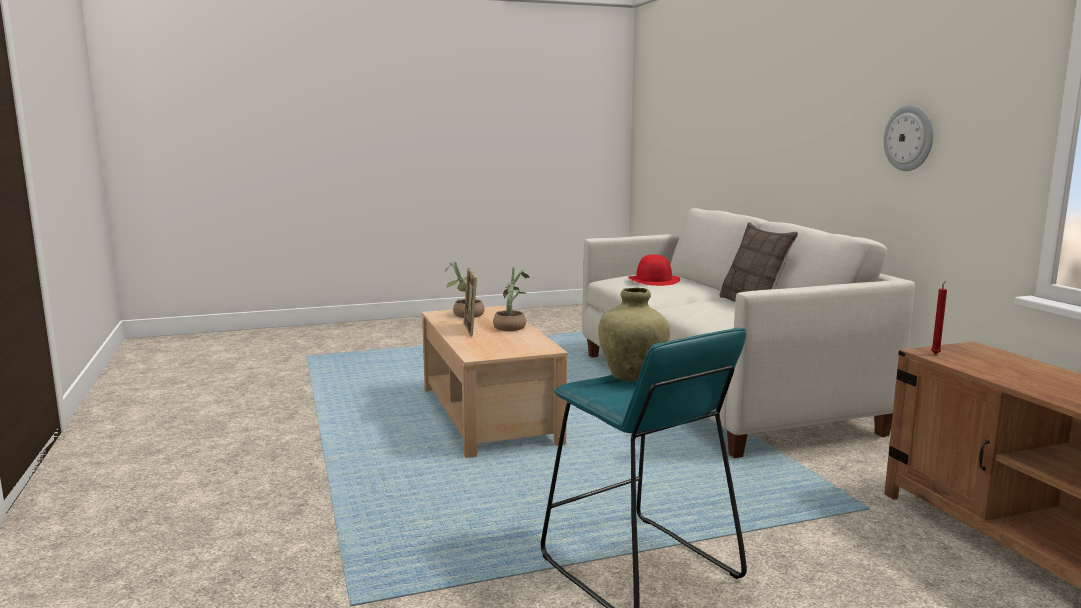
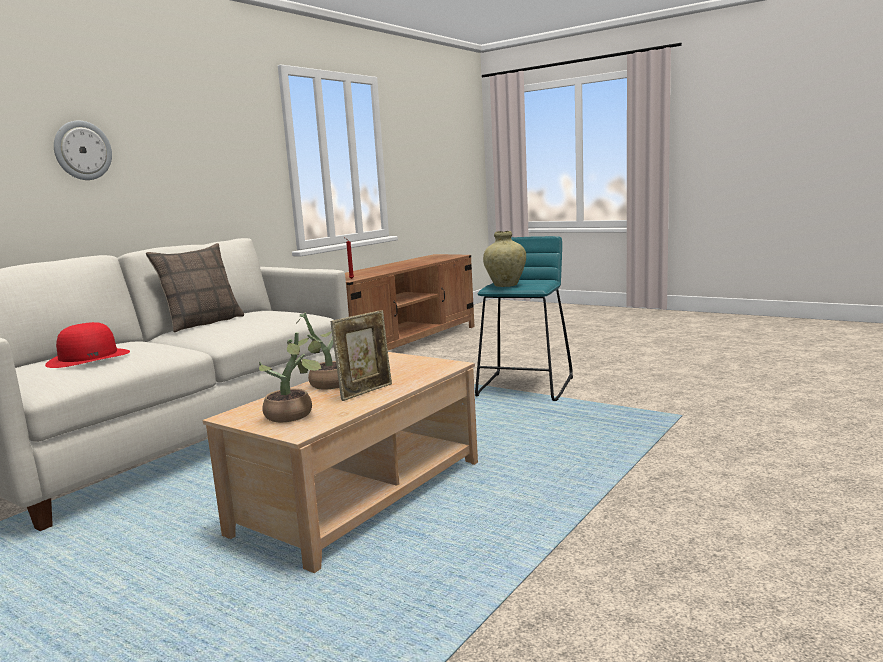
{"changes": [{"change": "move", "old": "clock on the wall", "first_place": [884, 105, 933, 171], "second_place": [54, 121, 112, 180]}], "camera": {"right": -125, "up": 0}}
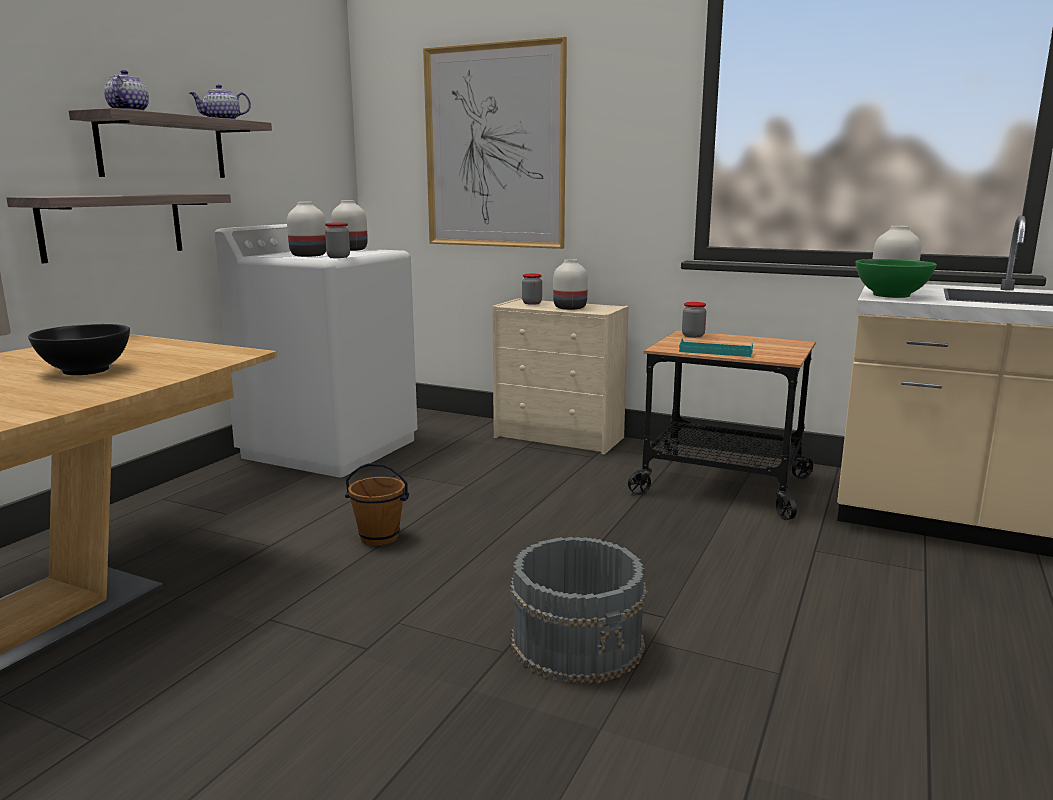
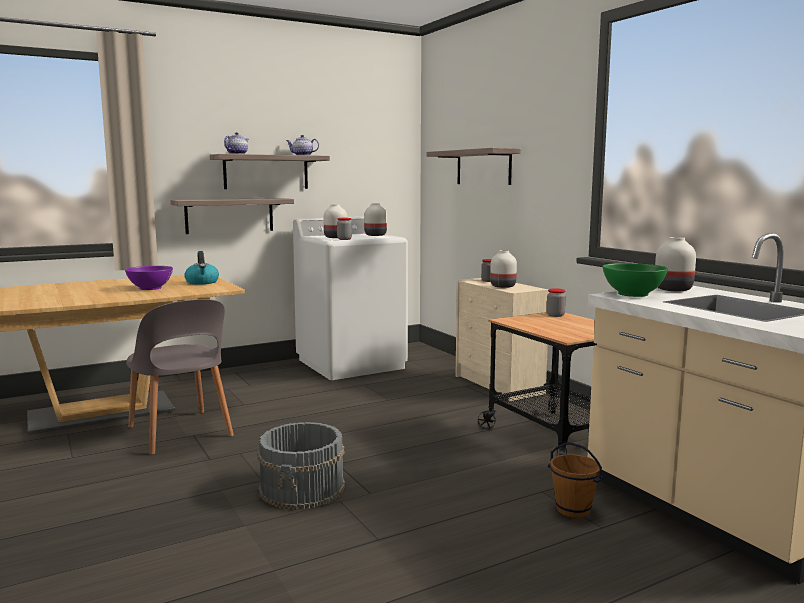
{"changes": [{"change": "recolor", "old": "black bowl", "new": "purplish bowl", "first_place": [28, 324, 130, 375], "second_place": [125, 266, 173, 290]}, {"change": "insert", "new": "greyish plain chair", "second_place": [126, 299, 234, 455]}, {"change": "insert", "new": "kettle", "second_place": [184, 251, 219, 284]}, {"change": "replace", "old": "wall picture", "new": "bracket shelf", "first_place": [423, 36, 567, 249], "second_place": [427, 148, 521, 185]}, {"change": "move", "old": "brown-coloured pail", "first_place": [345, 463, 409, 546], "second_place": [548, 442, 604, 518]}, {"change": "delete", "old": "turquoise-coloured tray", "first_place": [679, 338, 753, 357]}], "camera": {"right": 35, "up": -5}}
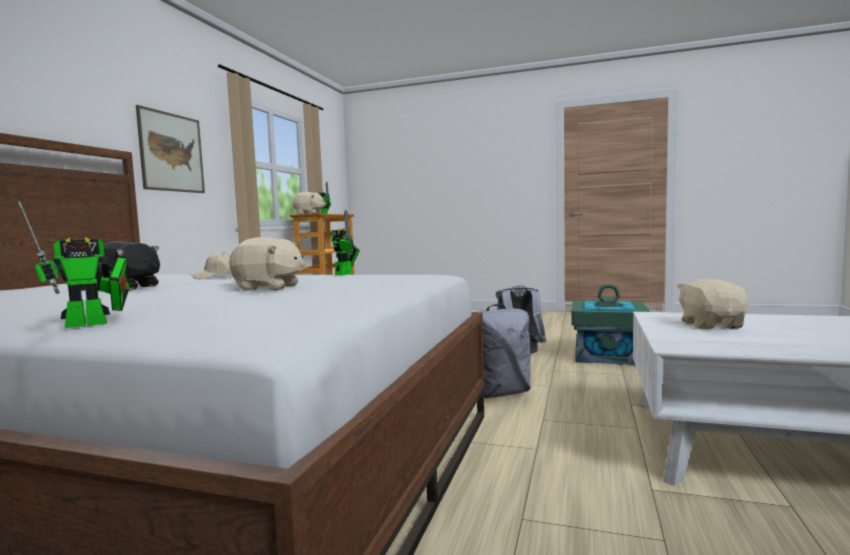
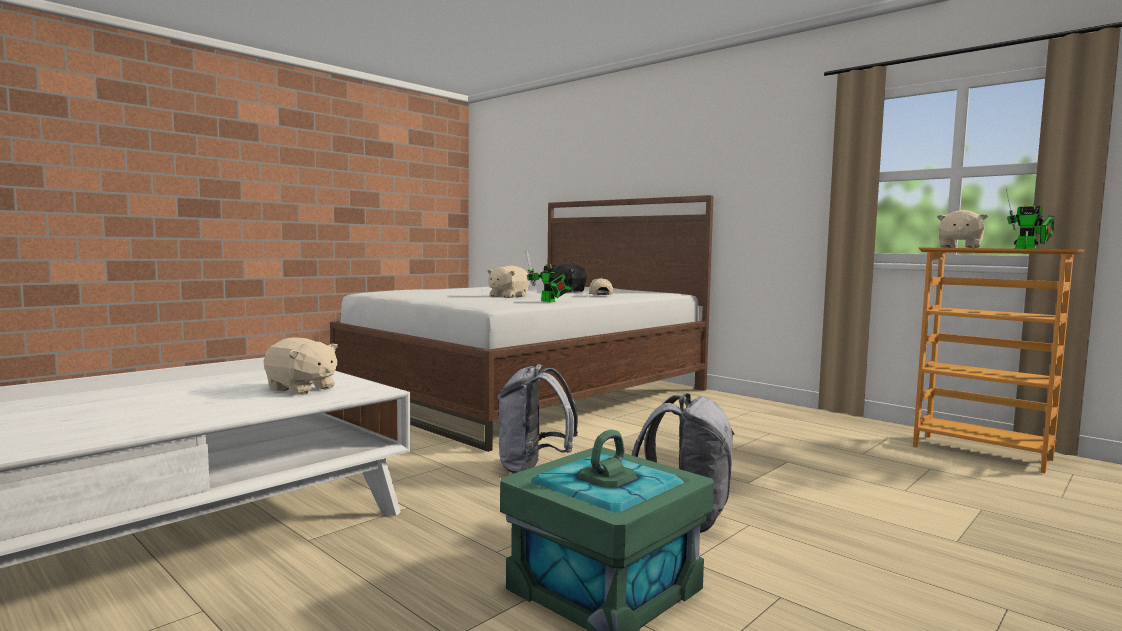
{"changes": [{"change": "delete", "old": "toy robot", "first_place": [18, 201, 130, 328]}, {"change": "delete", "old": "wall picture", "first_place": [136, 105, 205, 193]}], "camera": {"right": 115, "up": 0}}
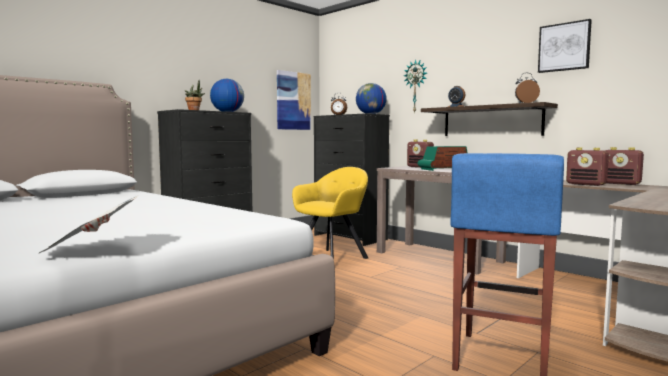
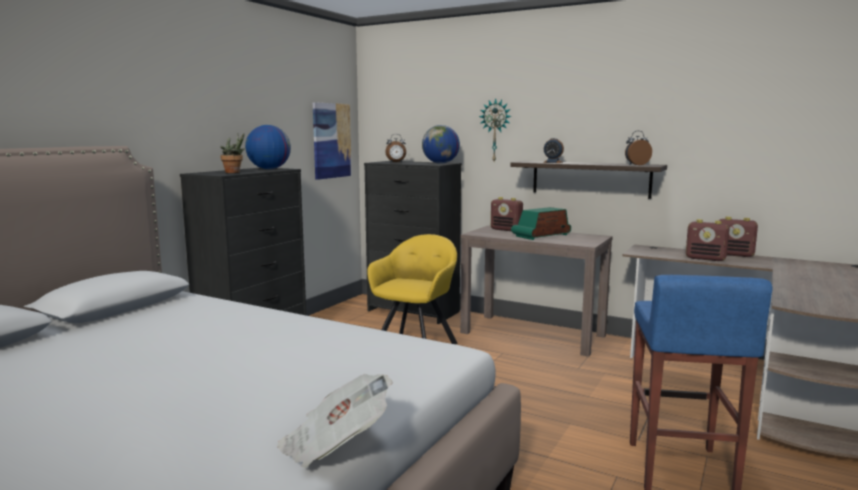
{"changes": [{"change": "delete", "old": "wall picture", "first_place": [538, 19, 592, 73]}], "camera": {"right": -15, "up": 5}}
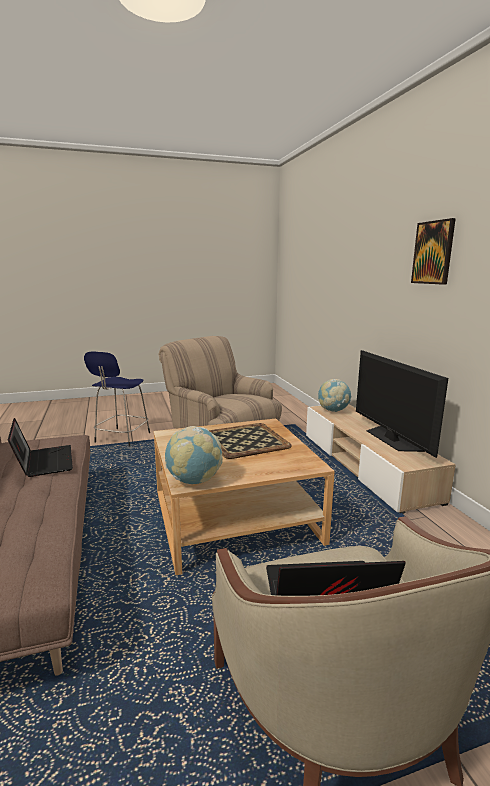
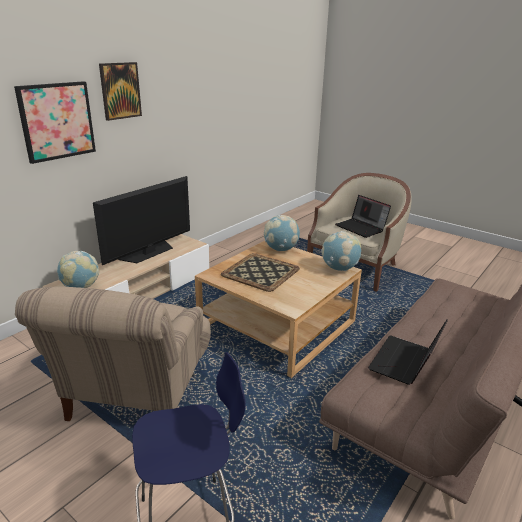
{"changes": [{"change": "insert", "new": "wall picture", "second_place": [14, 81, 96, 164]}, {"change": "insert", "new": "world globe", "second_place": [264, 215, 300, 251]}], "camera": {"right": -125, "up": 10}}
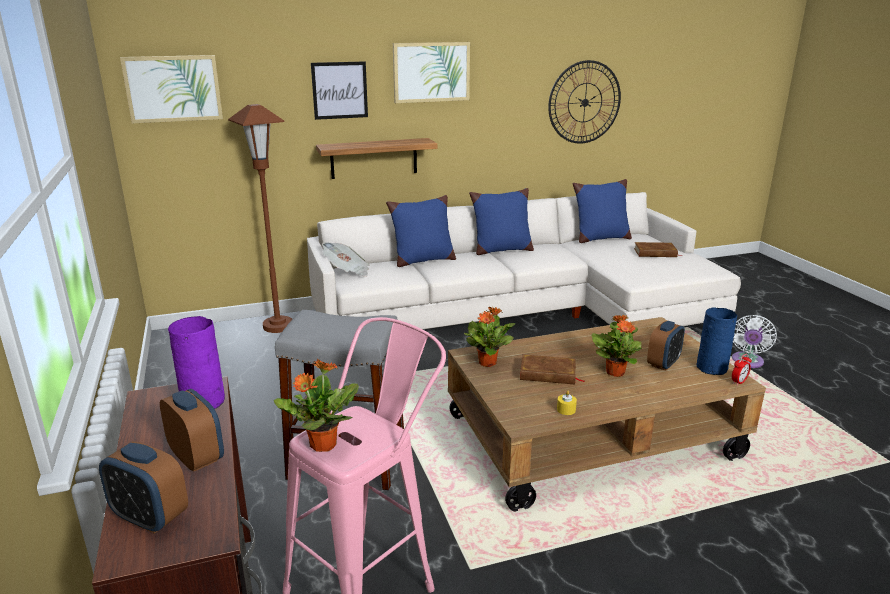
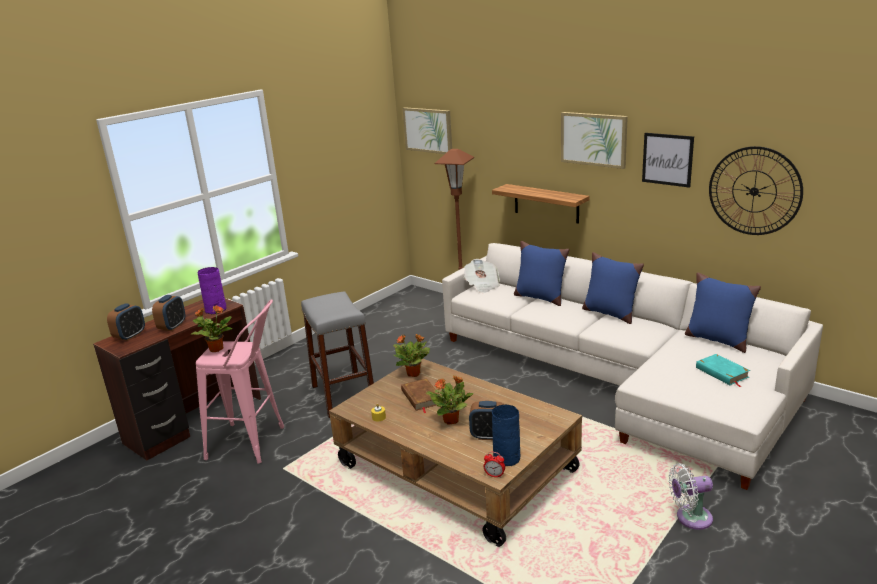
{"changes": [{"change": "rotate", "old": "alarm clock", "first_place": [99, 441, 188, 534], "second_place": [107, 303, 145, 341], "degrees": -150}, {"change": "move", "old": "wall picture", "first_place": [311, 61, 368, 120], "second_place": [642, 133, 694, 188]}, {"change": "recolor", "old": "brown-coloured volume", "new": "turquoise-coloured volume", "first_place": [634, 242, 682, 257], "second_place": [696, 354, 750, 387]}], "camera": {"right": 60, "up": 0}}
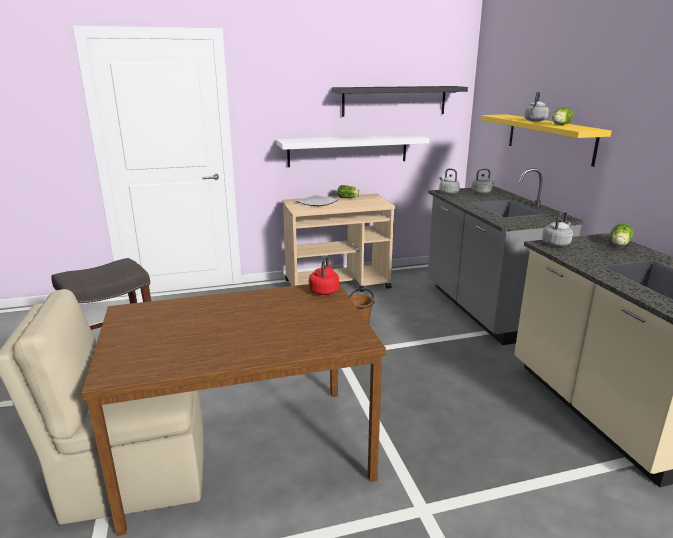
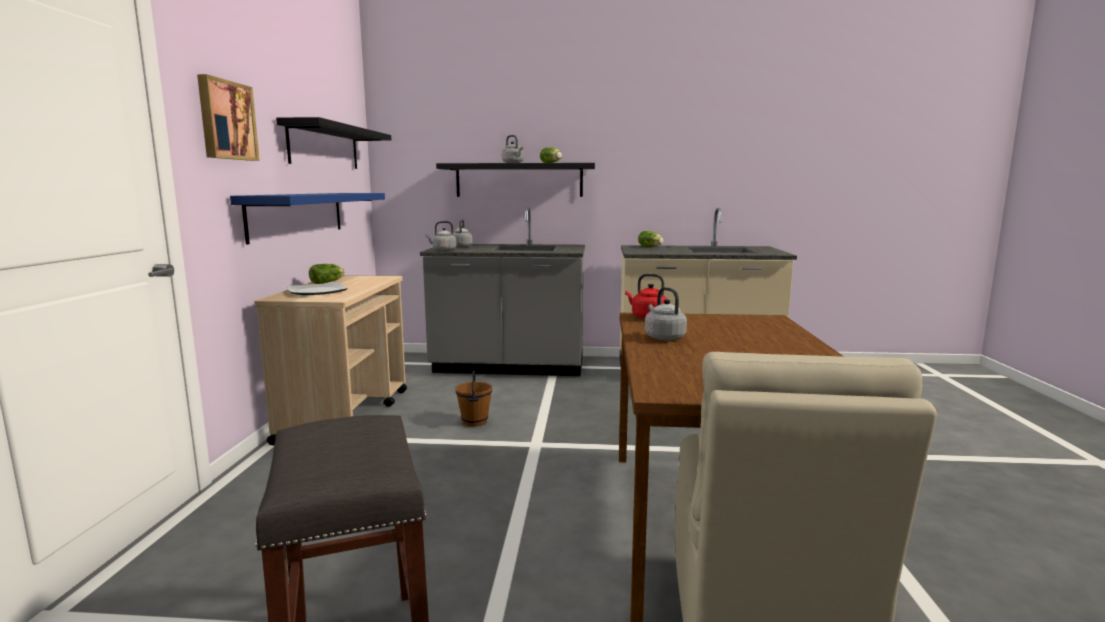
{"changes": [{"change": "insert", "new": "wall picture", "second_place": [197, 74, 260, 161]}, {"change": "recolor", "old": "white bracket shelf", "new": "blue bracket shelf", "first_place": [276, 134, 429, 167], "second_place": [230, 193, 385, 244]}, {"change": "recolor", "old": "yellowish bracket shelf", "new": "black bracket shelf", "first_place": [481, 114, 612, 167], "second_place": [436, 163, 595, 197]}, {"change": "move", "old": "greyish kettle", "first_place": [542, 211, 573, 246], "second_place": [645, 287, 687, 340]}], "camera": {"right": -70, "up": -10}}
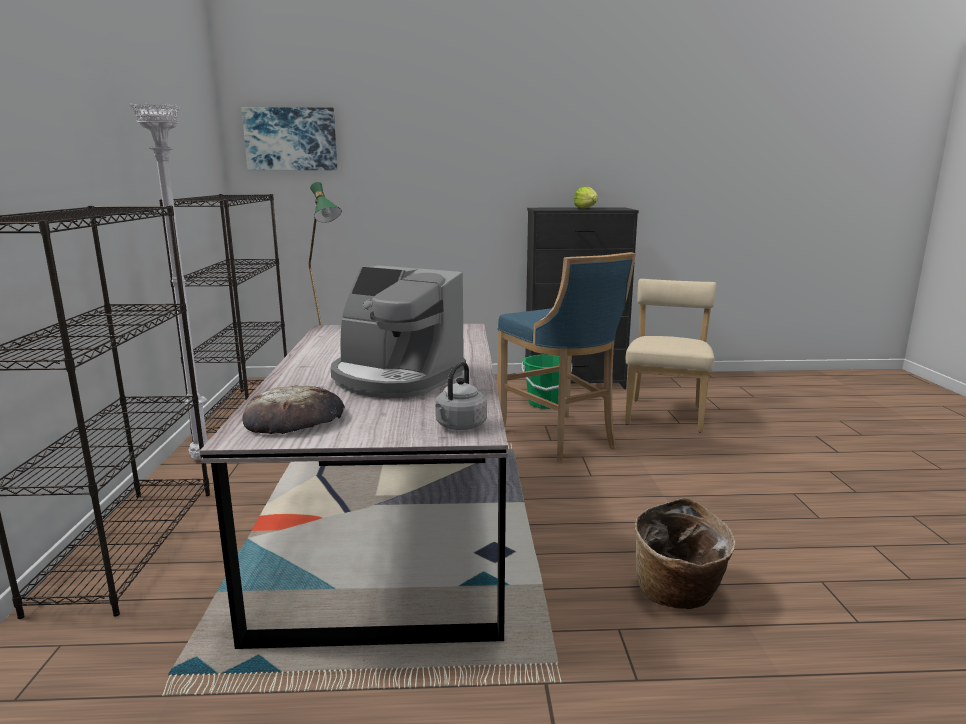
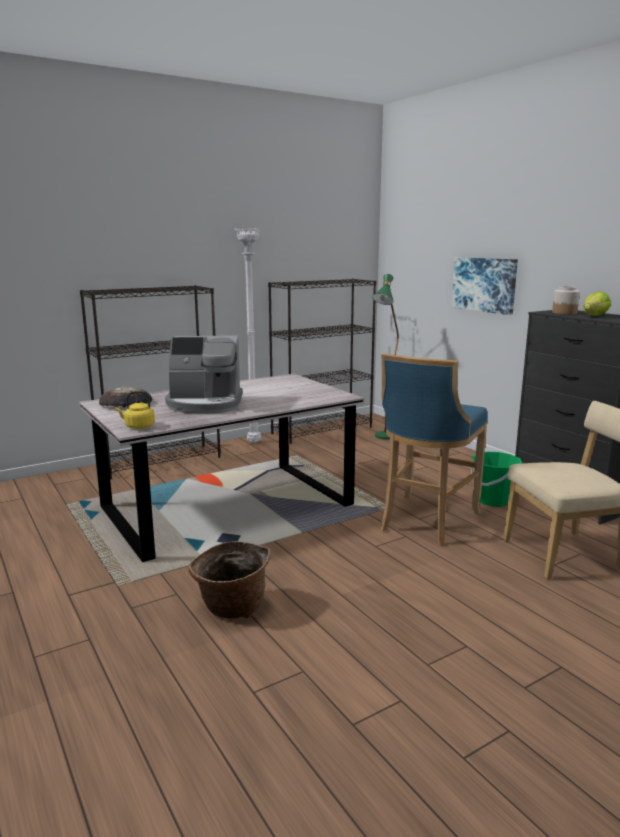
{"changes": [{"change": "recolor", "old": "greyish kettle", "new": "yellowish kettle", "first_place": [435, 362, 487, 430], "second_place": [115, 391, 155, 429]}, {"change": "rotate", "old": "coffee brewer", "first_place": [331, 265, 466, 398], "second_place": [165, 336, 243, 414], "degrees": -90}, {"change": "move", "old": "wall picture", "first_place": [242, 107, 337, 170], "second_place": [451, 257, 518, 315]}, {"change": "insert", "new": "storage jar", "second_place": [552, 286, 580, 315]}], "camera": {"right": 60, "up": 0}}
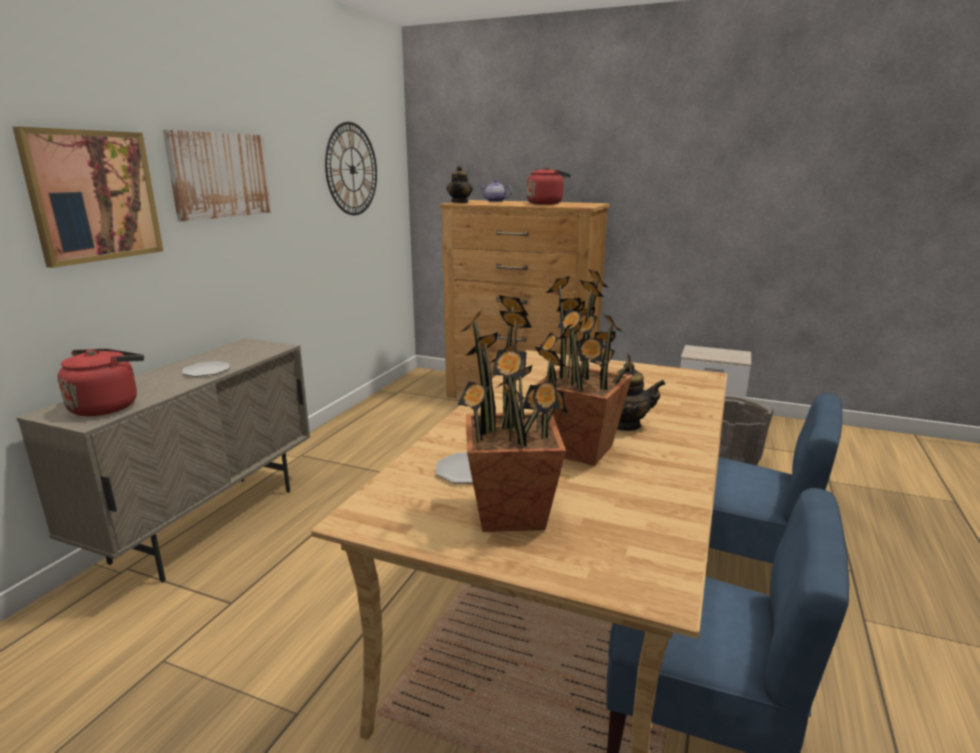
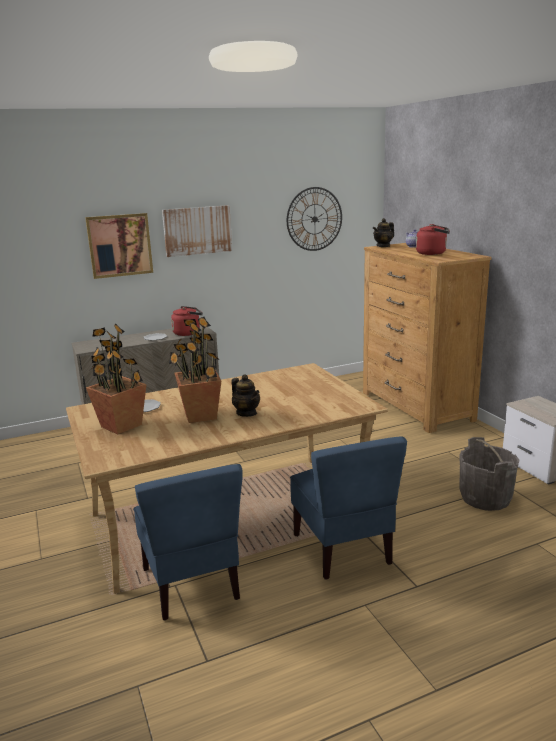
{"changes": [{"change": "move", "old": "red-coloured kettle", "first_place": [58, 349, 144, 416], "second_place": [171, 306, 203, 336]}], "camera": {"right": 45, "up": 0}}
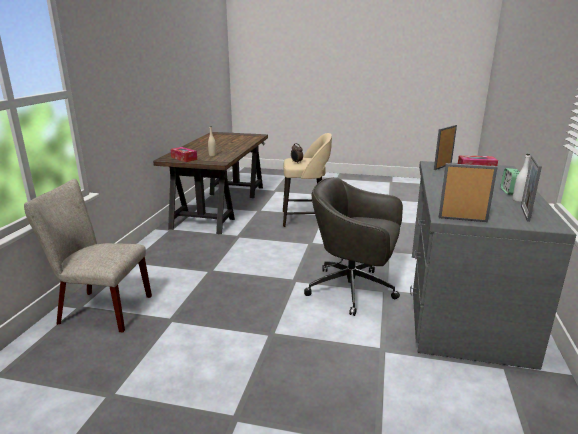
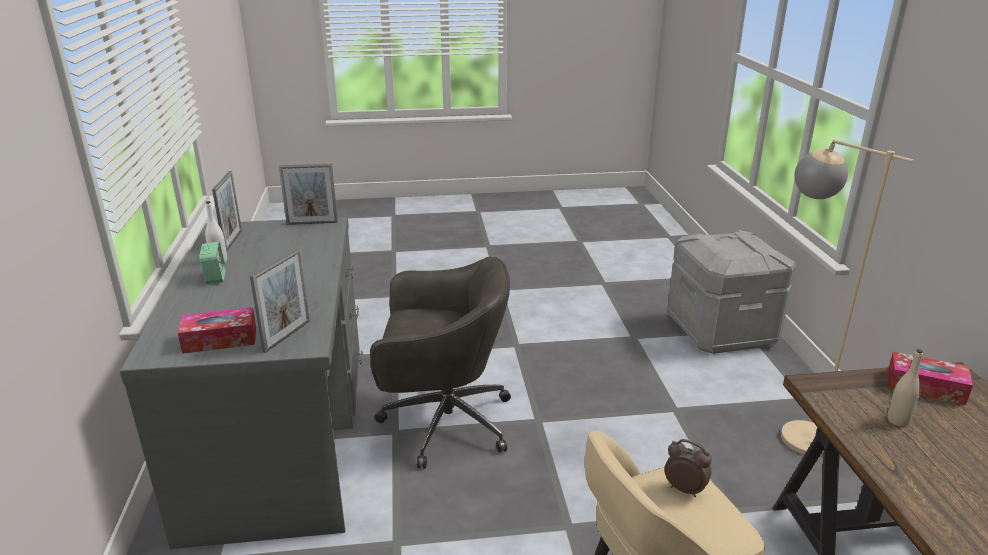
{"changes": [{"change": "replace", "old": "sand-coloured plain chair", "new": "greyish storage bin", "first_place": [24, 179, 152, 332], "second_place": [667, 230, 796, 354]}, {"change": "insert", "new": "sand-coloured standard lamp", "second_place": [781, 139, 914, 456]}], "camera": {"right": 160, "up": 5}}
